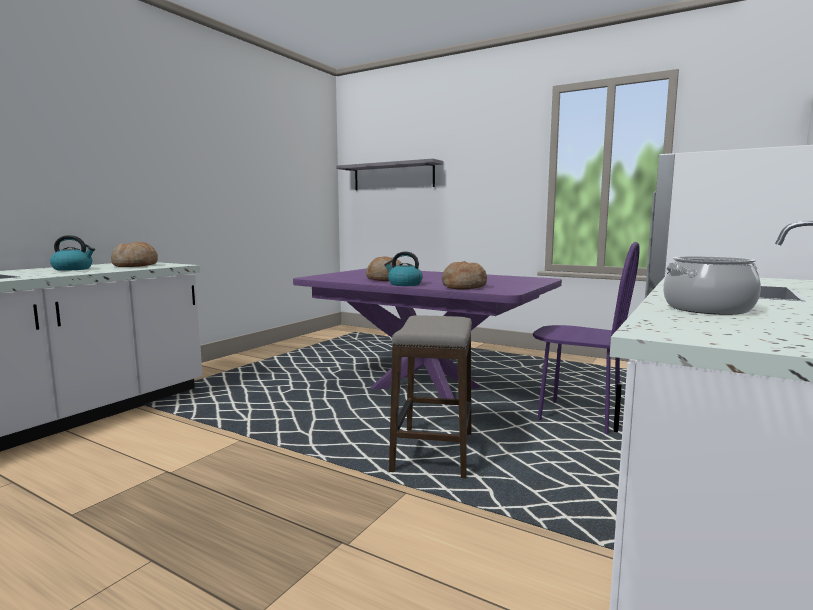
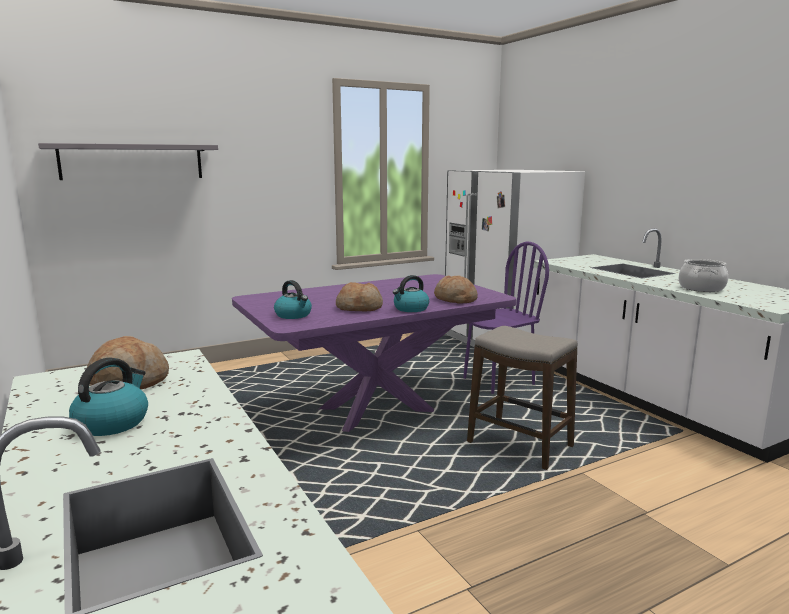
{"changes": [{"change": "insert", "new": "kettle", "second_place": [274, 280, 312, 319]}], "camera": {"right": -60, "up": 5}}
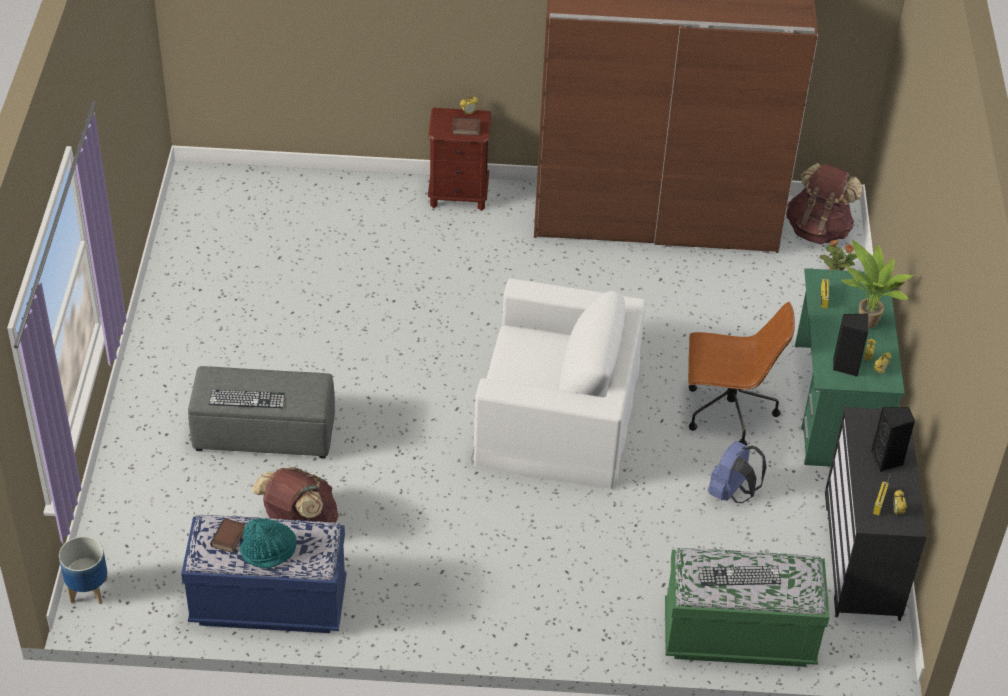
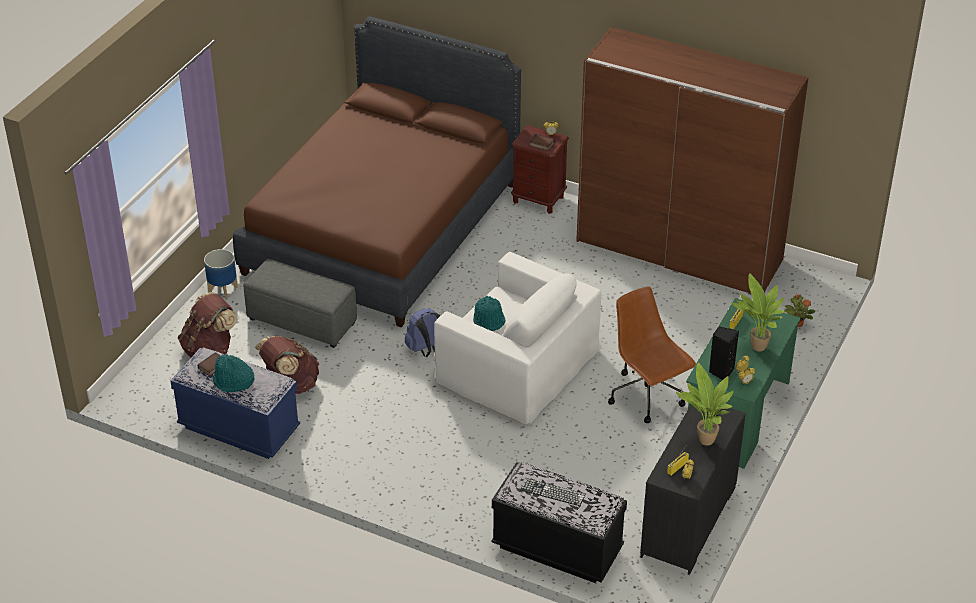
{"changes": [{"change": "move", "old": "brown-coloured knapsack", "first_place": [786, 163, 863, 244], "second_place": [178, 292, 237, 357]}, {"change": "move", "old": "plant pot", "first_place": [59, 536, 107, 604], "second_place": [204, 249, 238, 300]}, {"change": "insert", "new": "brown-coloured bedroom bed", "second_place": [233, 16, 521, 327]}, {"change": "move", "old": "blue knapsack", "first_place": [708, 441, 767, 503], "second_place": [405, 308, 441, 357]}, {"change": "insert", "new": "turquoise-coloured clothing hat", "second_place": [473, 296, 505, 331]}, {"change": "recolor", "old": "green bench", "new": "black bench", "first_place": [665, 548, 830, 667], "second_place": [492, 462, 627, 583]}, {"change": "rotate", "old": "brown-coloured office chair", "first_place": [688, 302, 795, 446], "second_place": [608, 286, 696, 423], "degrees": -150}, {"change": "replace", "old": "black speaker", "new": "plant in a pot", "first_place": [871, 407, 915, 472], "second_place": [676, 363, 734, 446]}, {"change": "delete", "old": "PC keyboard", "first_place": [209, 390, 285, 408]}], "camera": {"right": 25, "up": -5}}
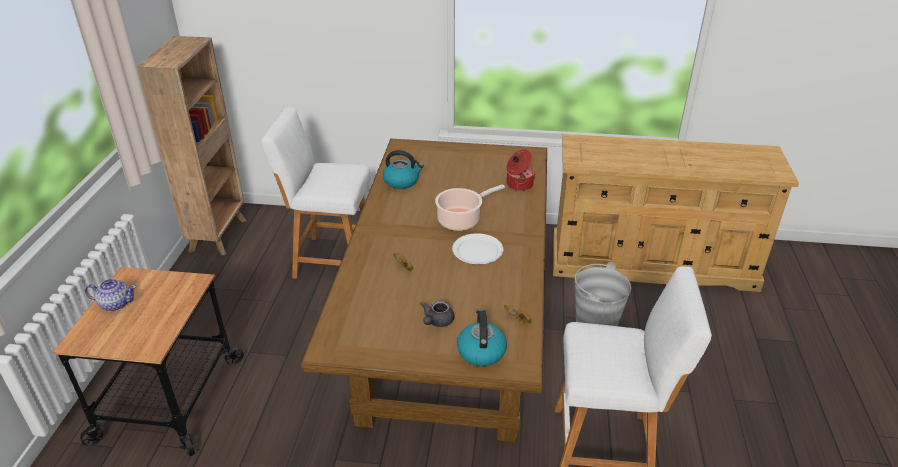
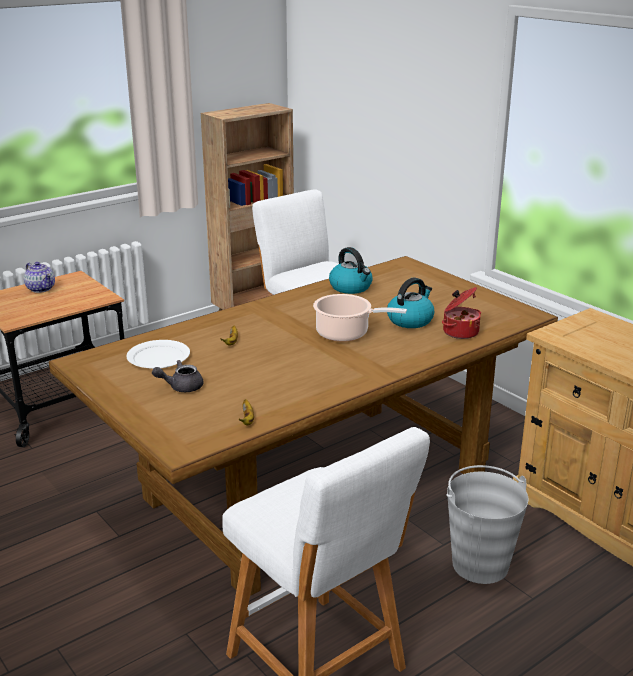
{"changes": [{"change": "move", "old": "white flat dish", "first_place": [452, 233, 503, 264], "second_place": [126, 340, 190, 369]}, {"change": "move", "old": "kettle", "first_place": [457, 309, 507, 366], "second_place": [387, 277, 434, 328]}], "camera": {"right": 45, "up": -10}}
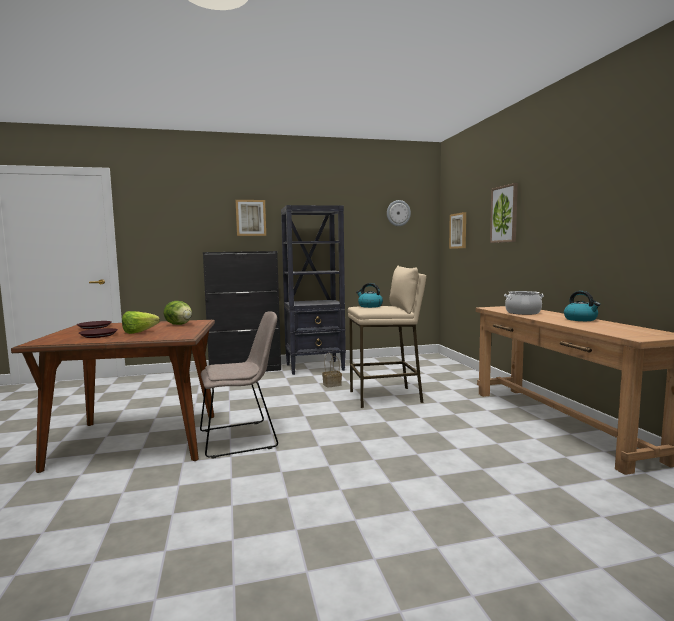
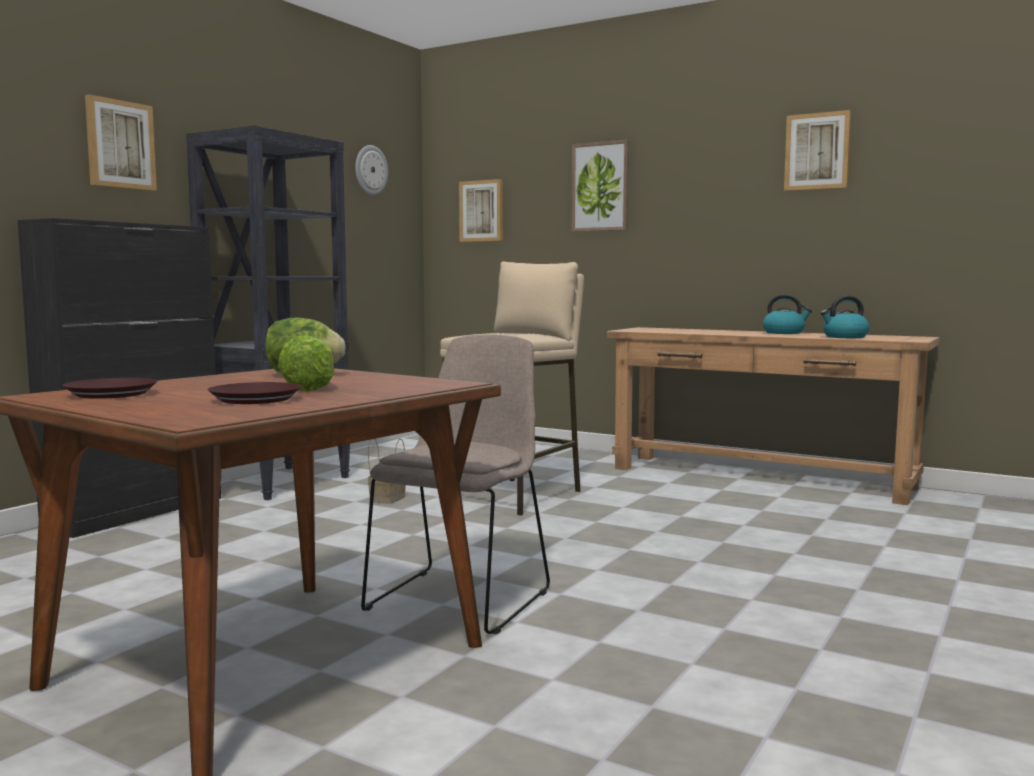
{"changes": [{"change": "insert", "new": "wall picture", "second_place": [784, 110, 851, 191]}, {"change": "move", "old": "kettle", "first_place": [356, 283, 383, 308], "second_place": [820, 296, 869, 338]}, {"change": "delete", "old": "cooking pot", "first_place": [504, 291, 544, 315]}], "camera": {"right": -45, "up": 0}}
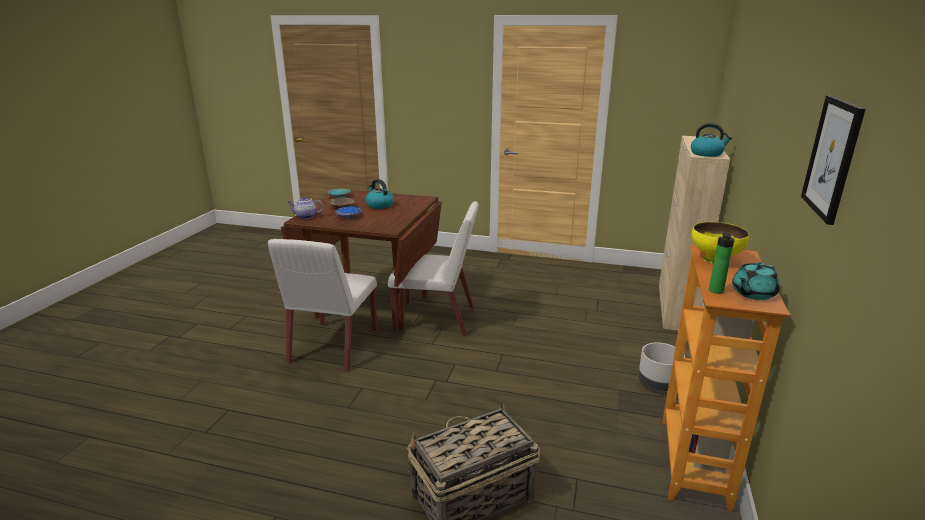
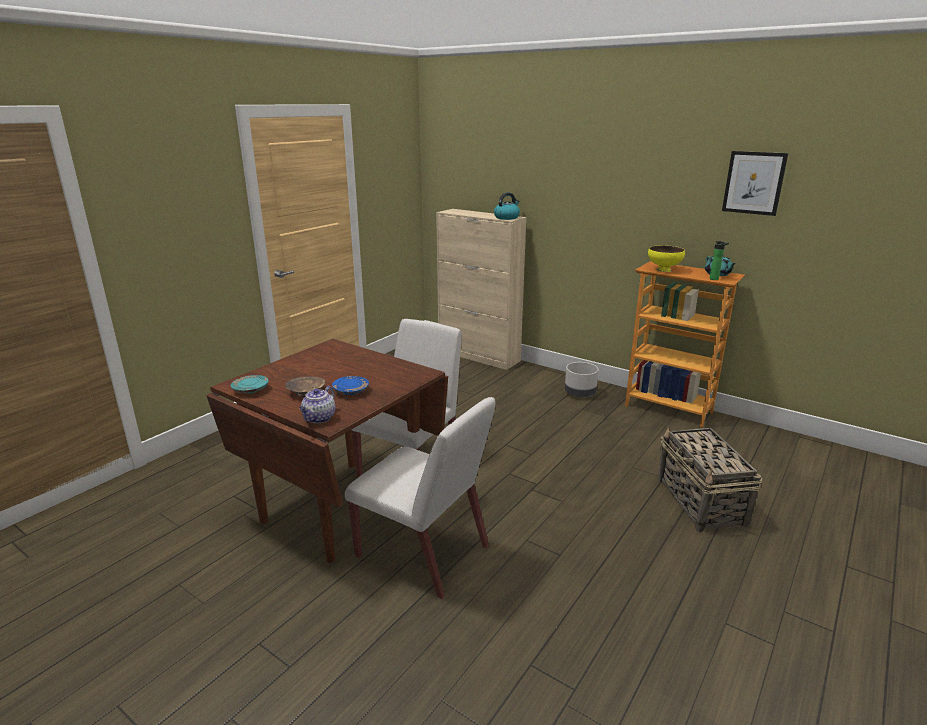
{"changes": [{"change": "delete", "old": "kettle", "first_place": [366, 179, 394, 209]}], "camera": {"right": -70, "up": 0}}
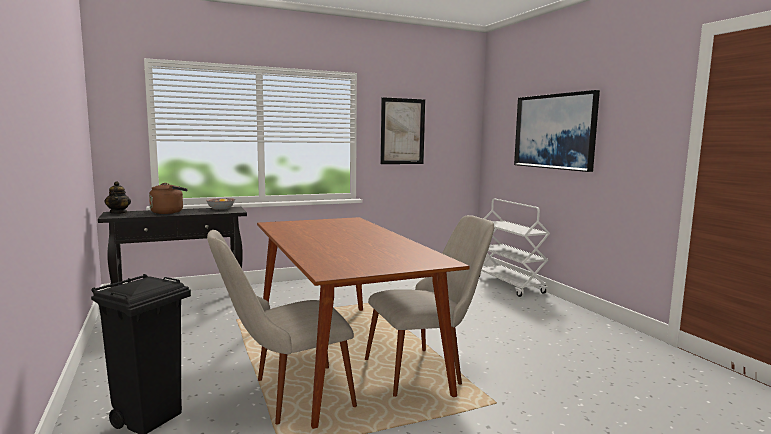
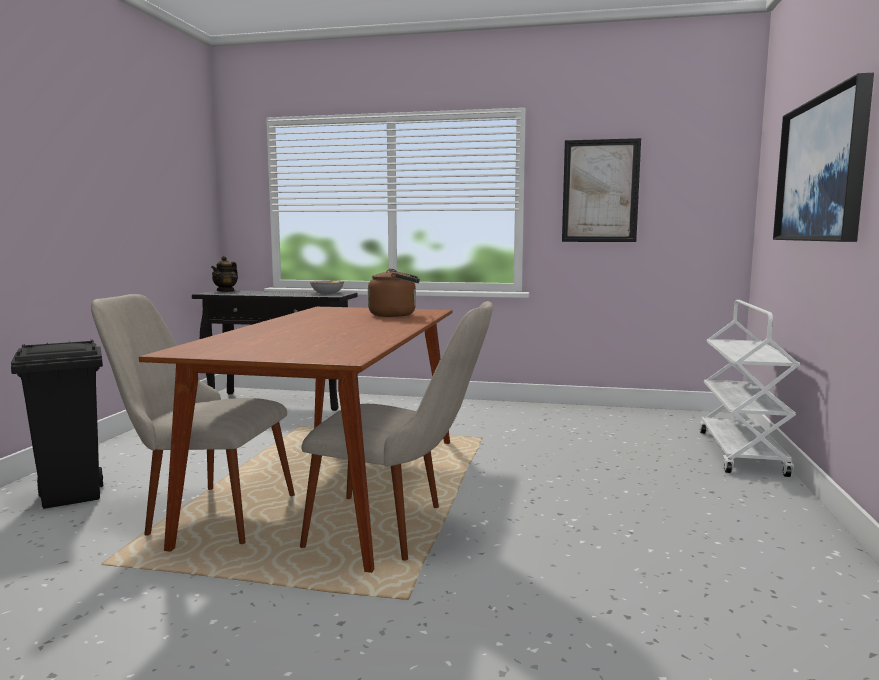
{"changes": [{"change": "move", "old": "brown-coloured kettle", "first_place": [149, 183, 188, 214], "second_place": [368, 269, 420, 317]}], "camera": {"right": 35, "up": 0}}
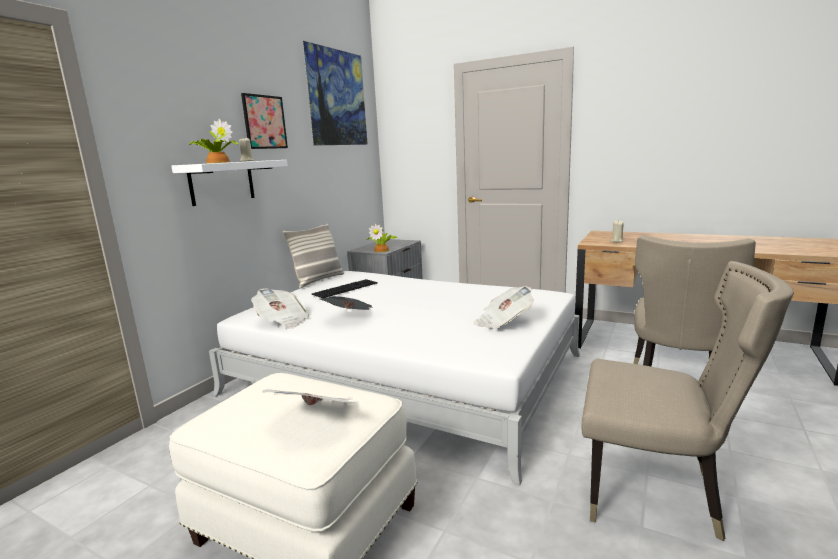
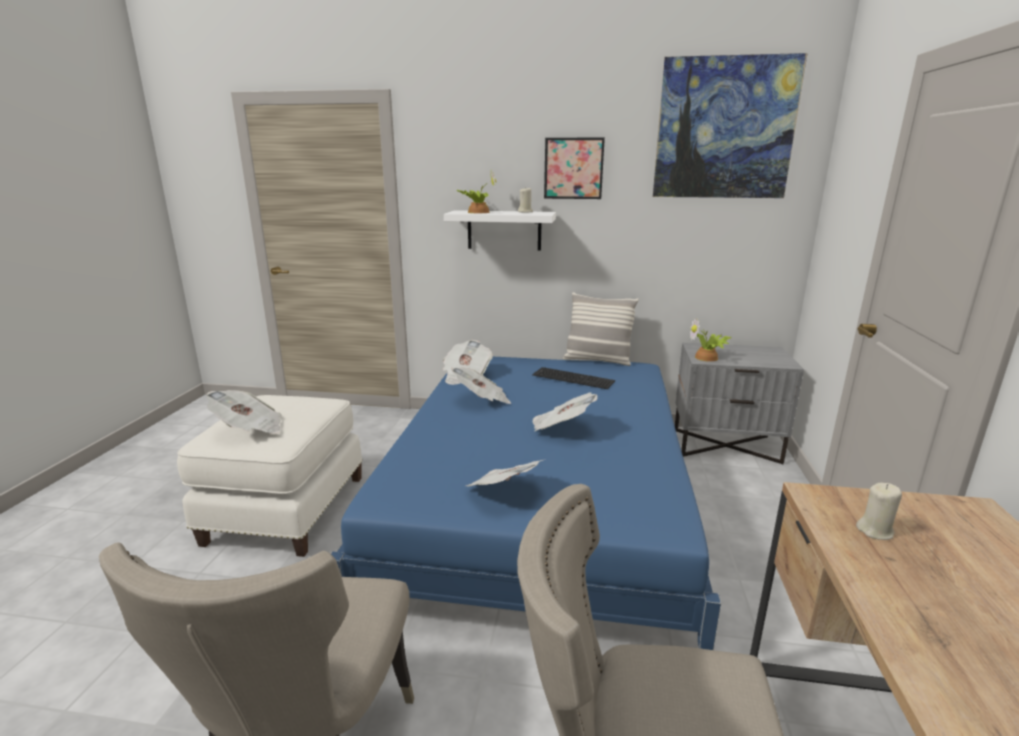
{"changes": [{"change": "recolor", "old": "white bedroom bed", "new": "blue bedroom bed", "first_place": [209, 271, 580, 486], "second_place": [331, 357, 721, 650]}, {"change": "insert", "new": "printed paper", "second_place": [533, 392, 597, 431]}], "camera": {"right": 70, "up": 5}}
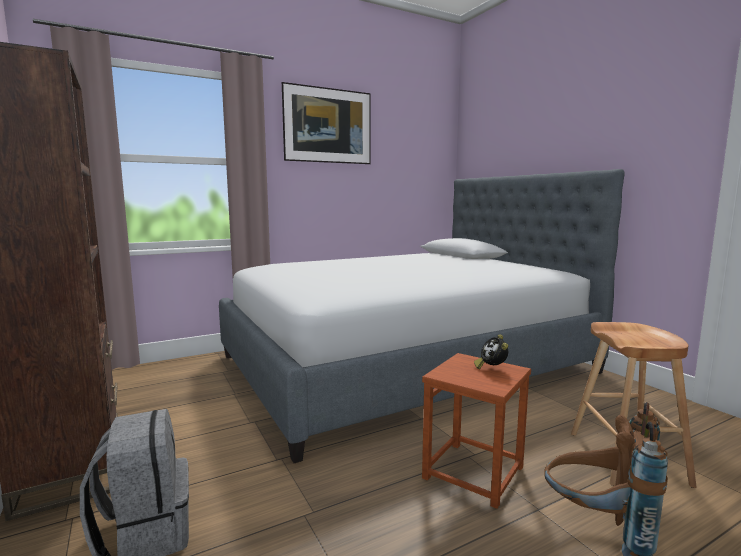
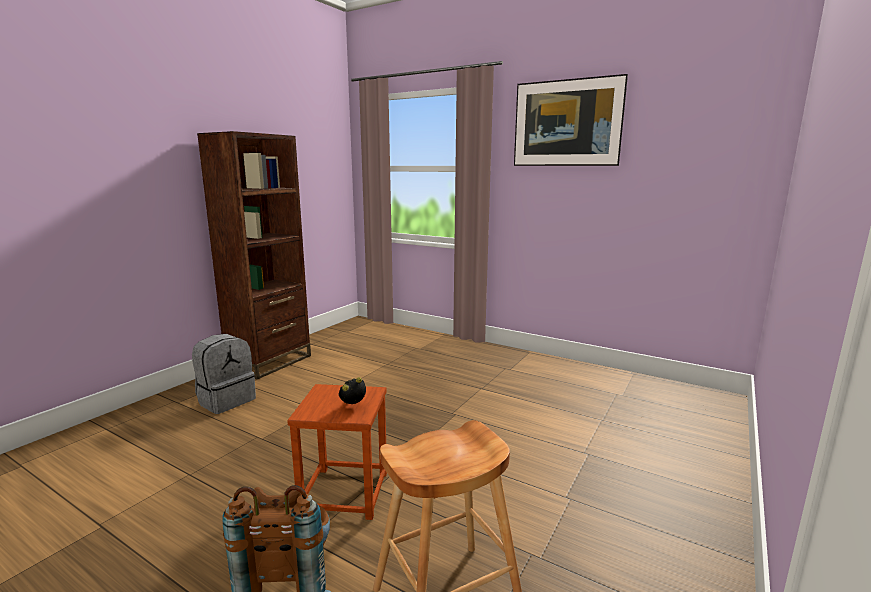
{"changes": [{"change": "delete", "old": "bedroom bed", "first_place": [219, 169, 625, 463]}], "camera": {"right": 60, "up": 5}}
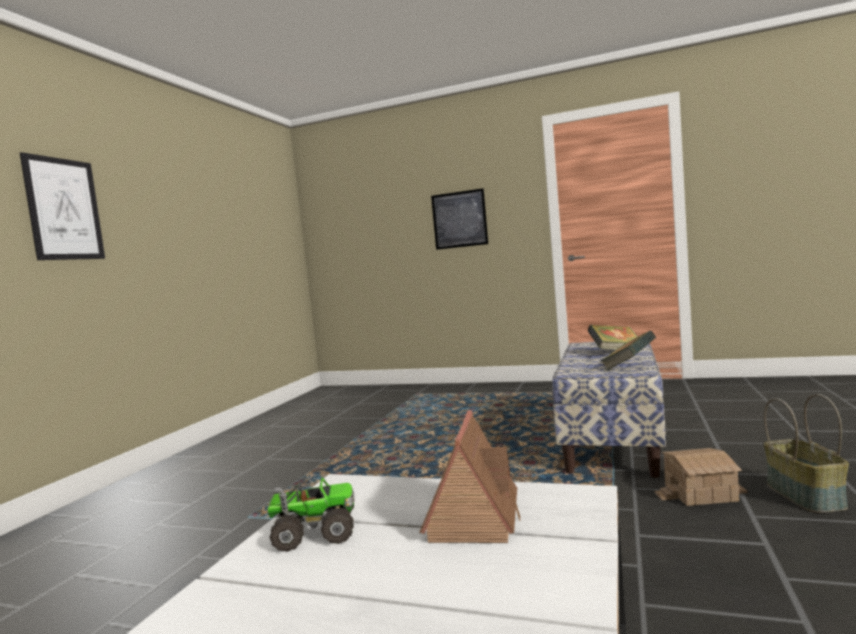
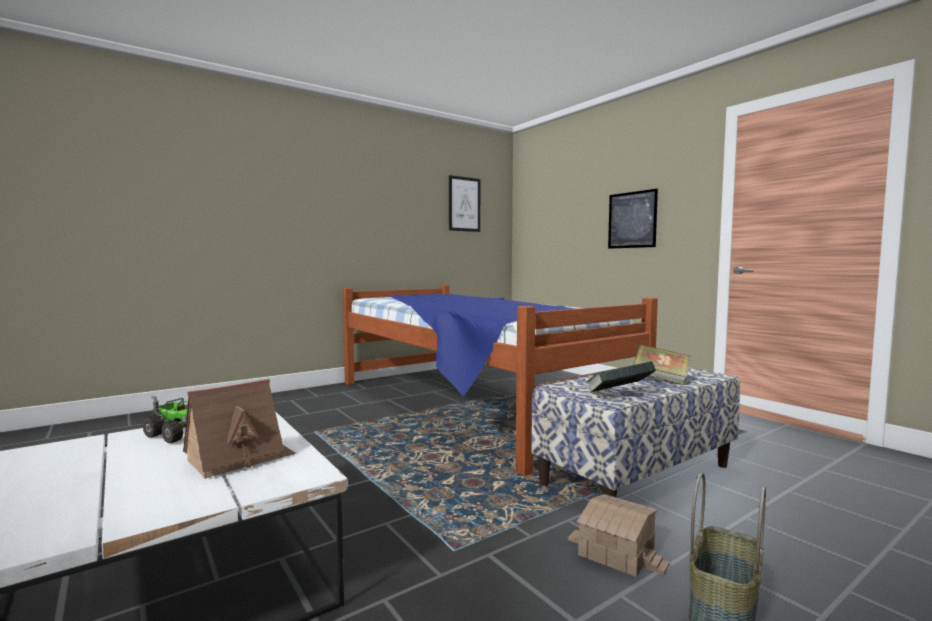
{"changes": [{"change": "insert", "new": "bedroom bed", "second_place": [343, 285, 658, 476]}, {"change": "move", "old": "wall picture", "first_place": [20, 152, 105, 260], "second_place": [449, 175, 480, 232]}], "camera": {"right": 35, "up": 0}}
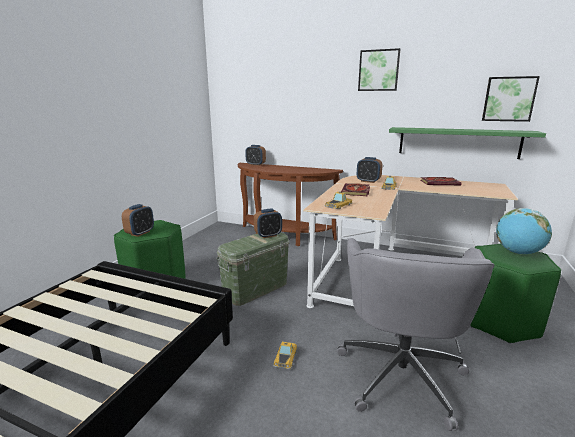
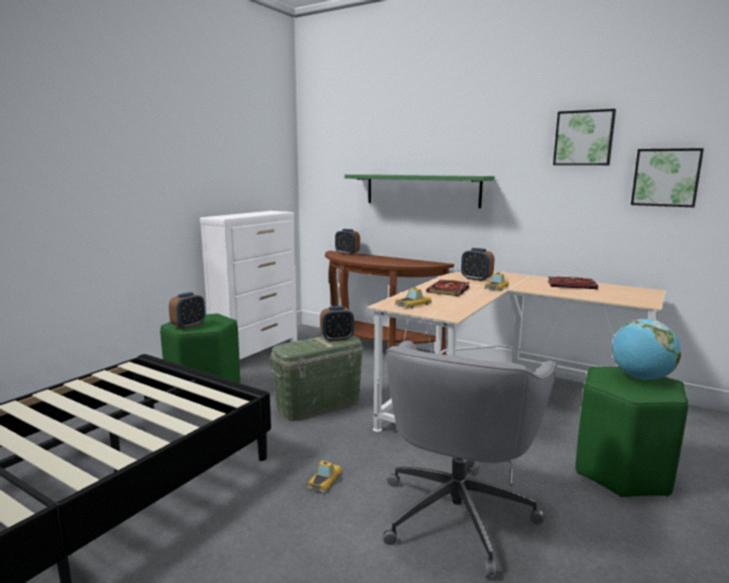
{"changes": [{"change": "insert", "new": "white drawer chest", "second_place": [200, 211, 297, 360]}, {"change": "move", "old": "green bracket shelf", "first_place": [389, 127, 546, 159], "second_place": [344, 174, 495, 208]}, {"change": "move", "old": "wall picture", "first_place": [358, 48, 401, 91], "second_place": [553, 109, 616, 165]}], "camera": {"right": 10, "up": -5}}
